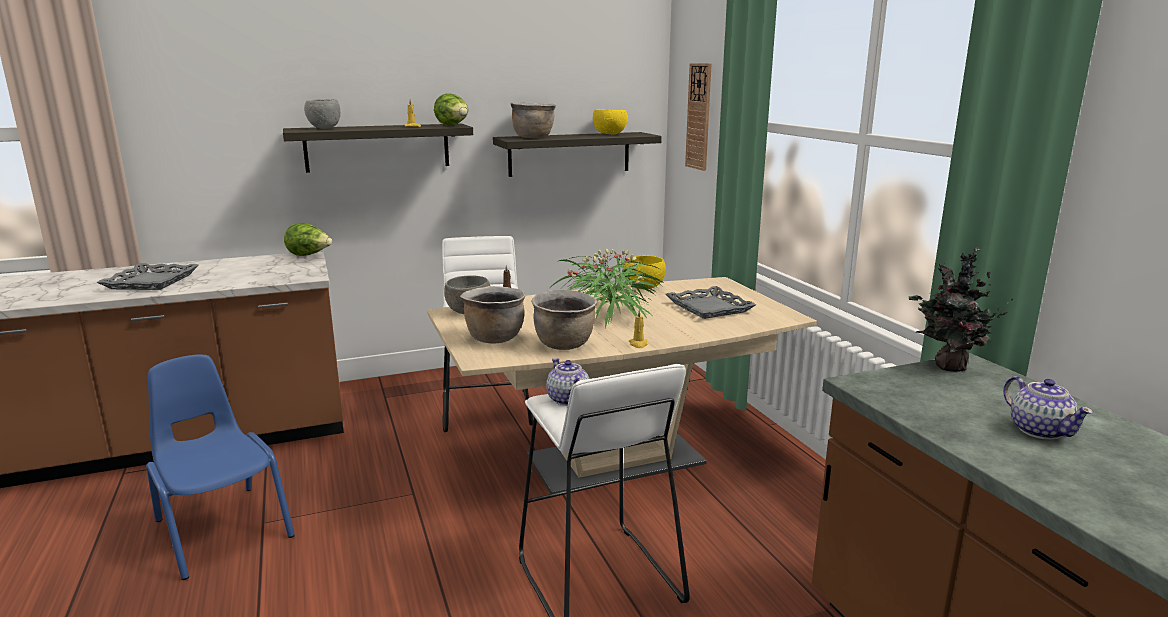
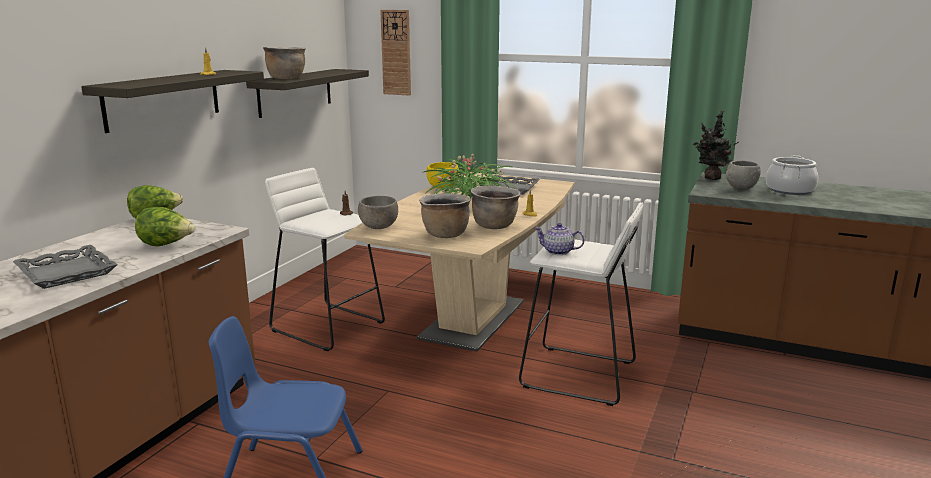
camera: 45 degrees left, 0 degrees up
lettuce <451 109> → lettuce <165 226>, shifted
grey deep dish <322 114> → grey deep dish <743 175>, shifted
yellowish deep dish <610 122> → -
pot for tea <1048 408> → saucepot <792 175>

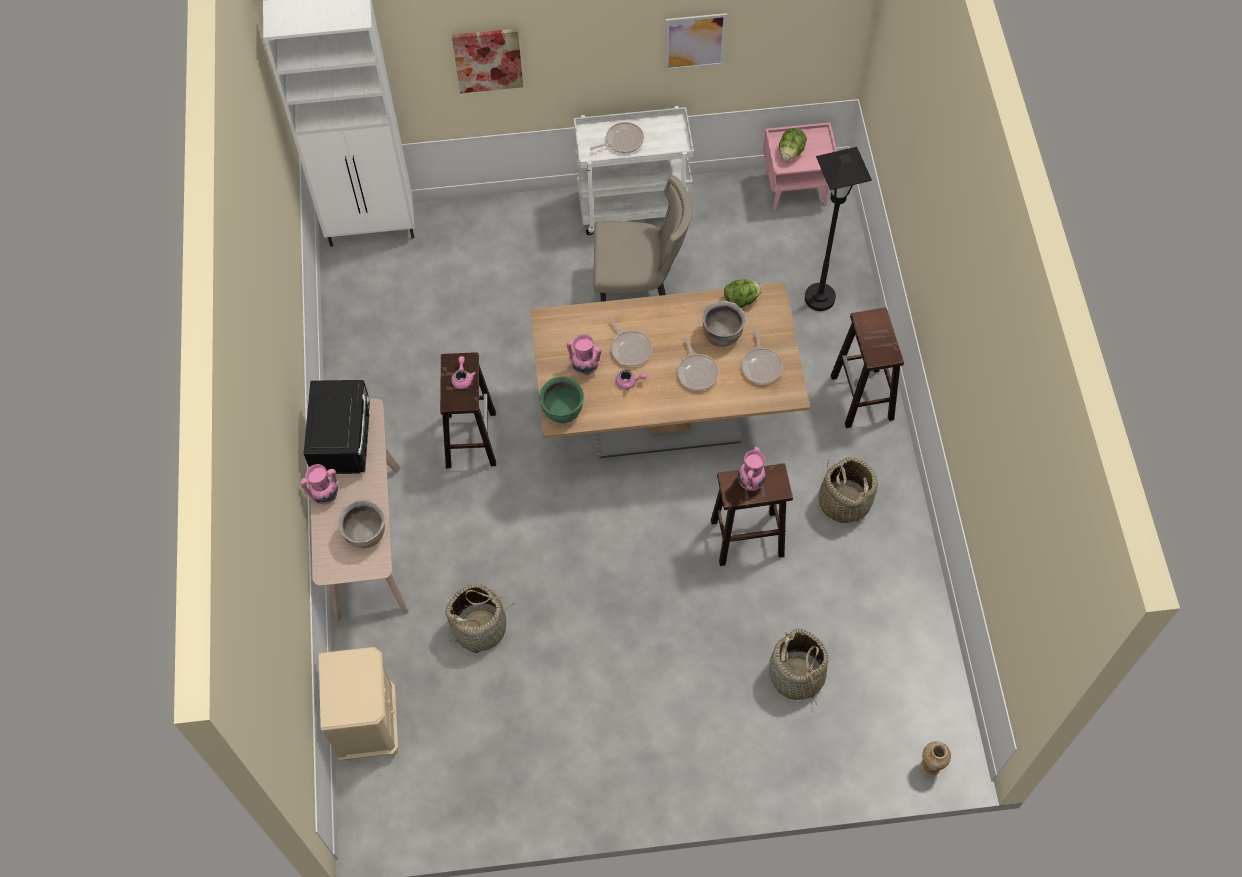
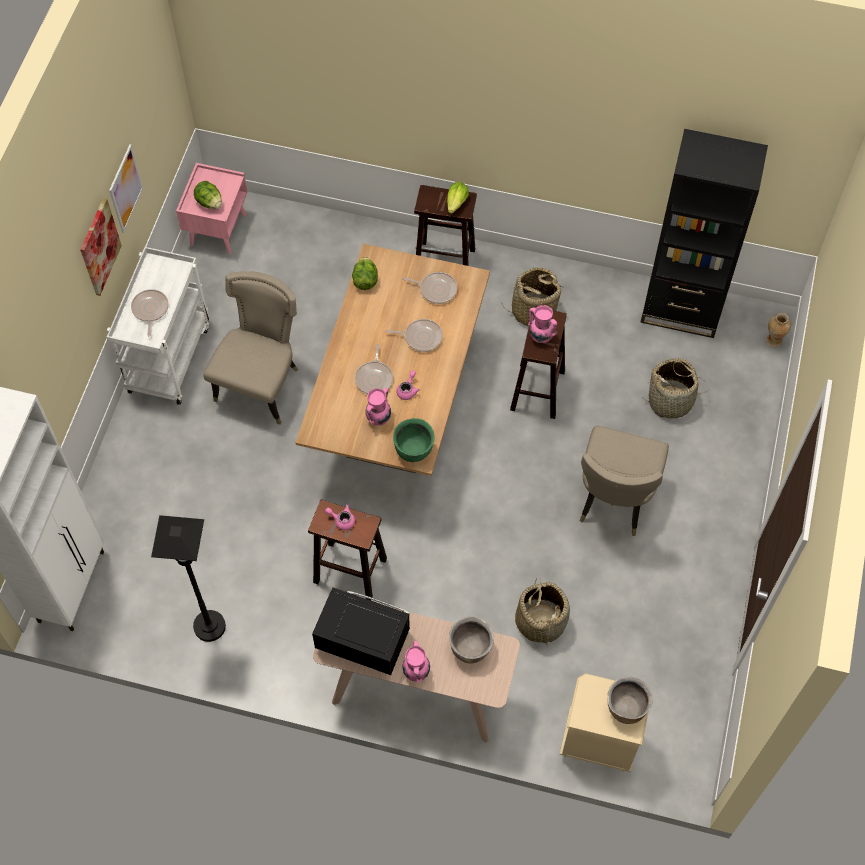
camera: 70 degrees left, 0 degrees up
picture <487 60> → picture <101 247>, shifted
black-coloured floor lamp <838 229> → black-coloured floor lamp <188 578>, shifted
brown-coloured saucepot <724 324> → brown-coloured saucepot <629 700>, shifted
frying pan <631 342> → frying pan <374 369>, 105 degrees clockwise
- → black-coloured bookshelf <704 233>
- → lettuce <458 198>
- → sand-coloured plain chair <624 481>

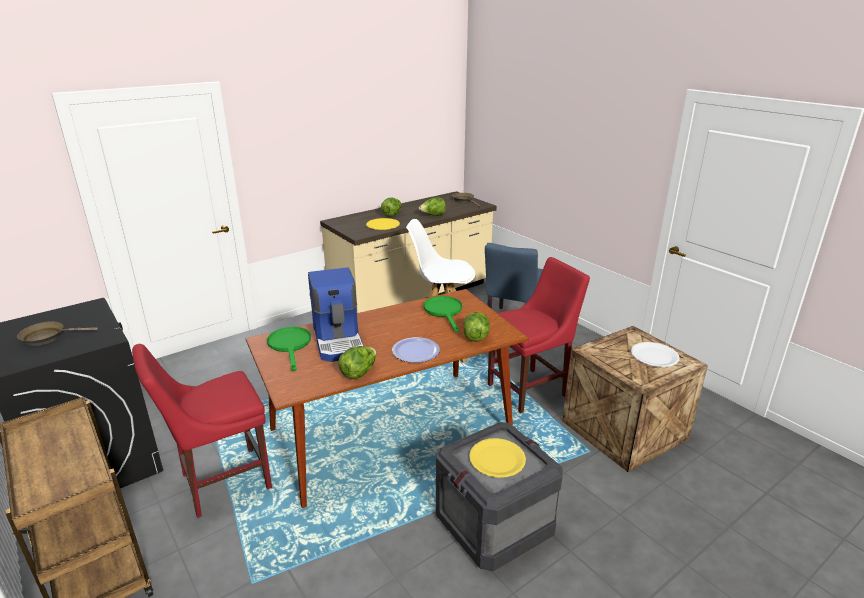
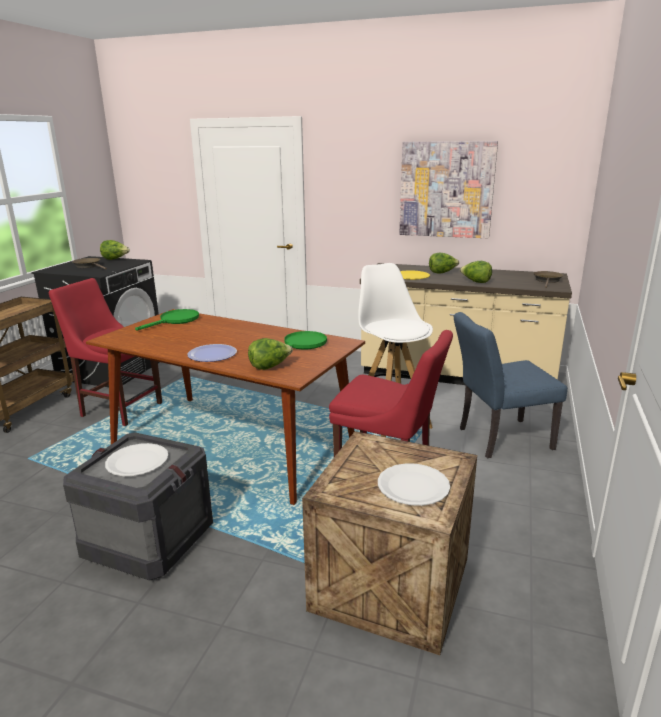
camera: 55 degrees right, 5 degrees down
coffee maker <335 314> → -
lettuce <357 362> → lettuce <115 250>, shifted
yellowish plate <497 458> → white-coloured plate <136 459>
- → picture <448 189>

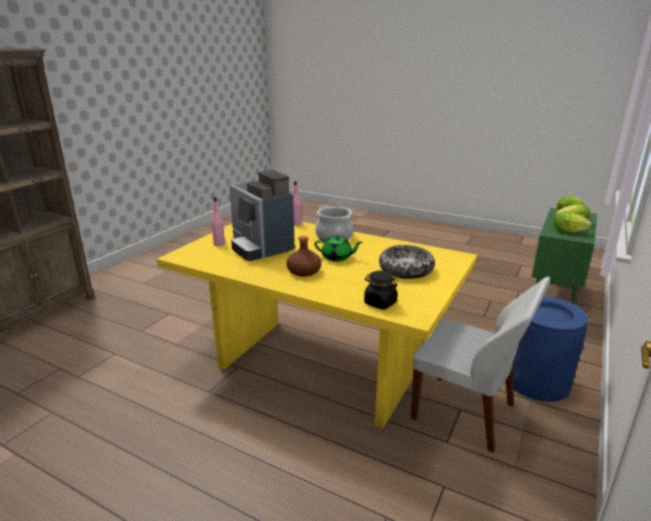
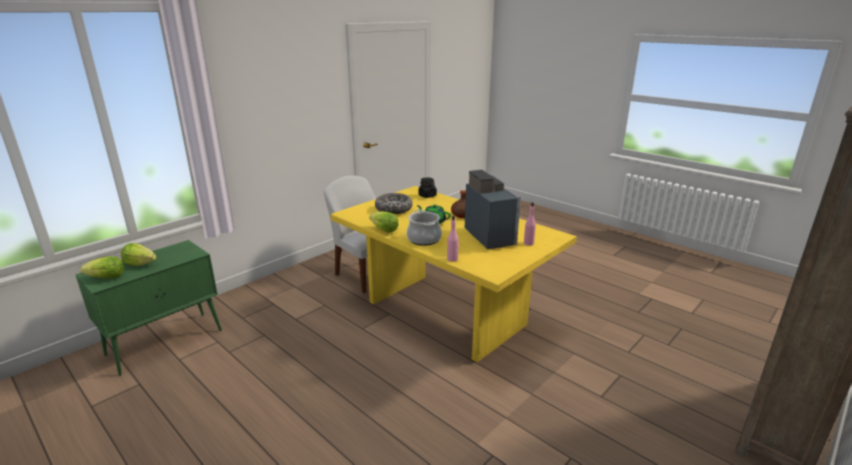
camera: 165 degrees left, 0 degrees up
lettuce <573 222> → lettuce <384 222>, shifted
blue trash can <546 349> → -

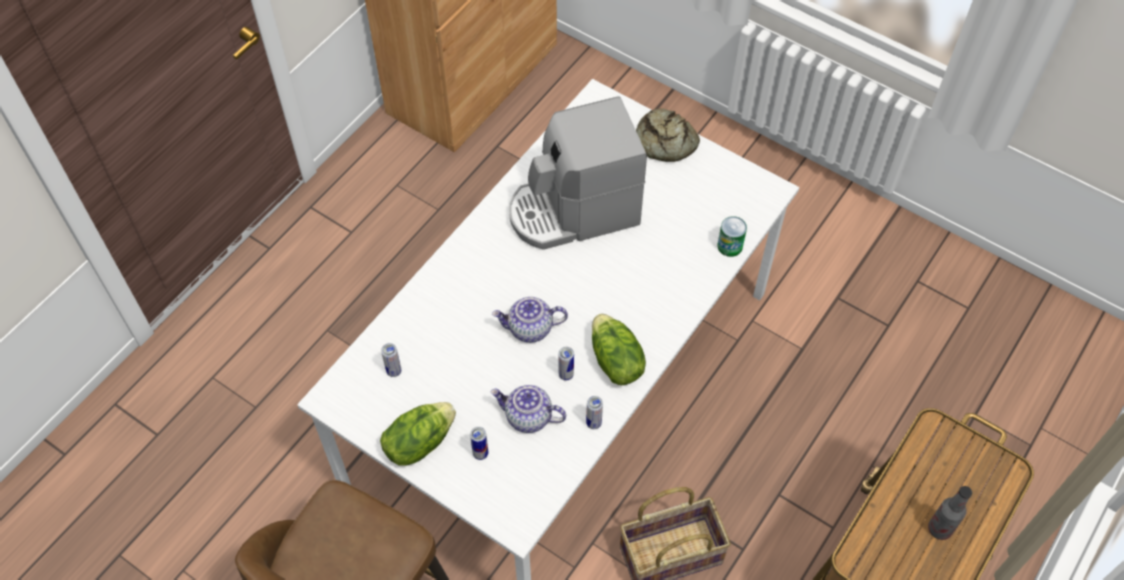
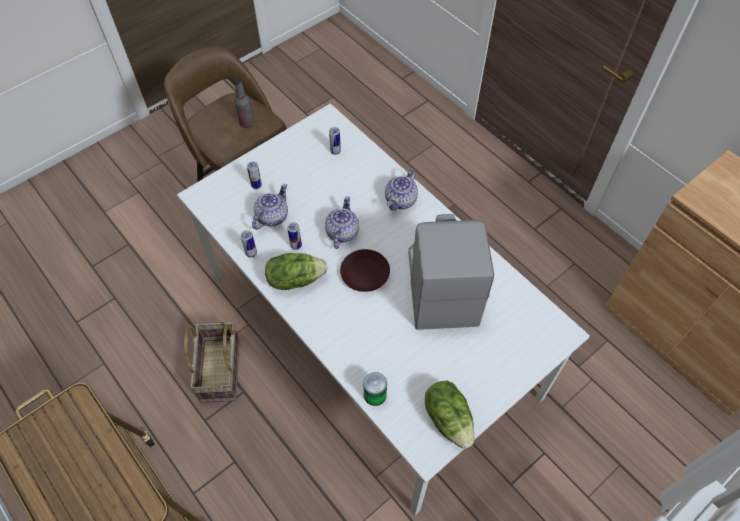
camera: 105 degrees right, 0 degrees up
bread <668 135> → -
lettuce <418 434> → lettuce <449 415>, shifted
bottle <950 513> → bottle <244 103>, shifted
- → pot for tea <401 189>
- → brown-coloured plate <365 270>

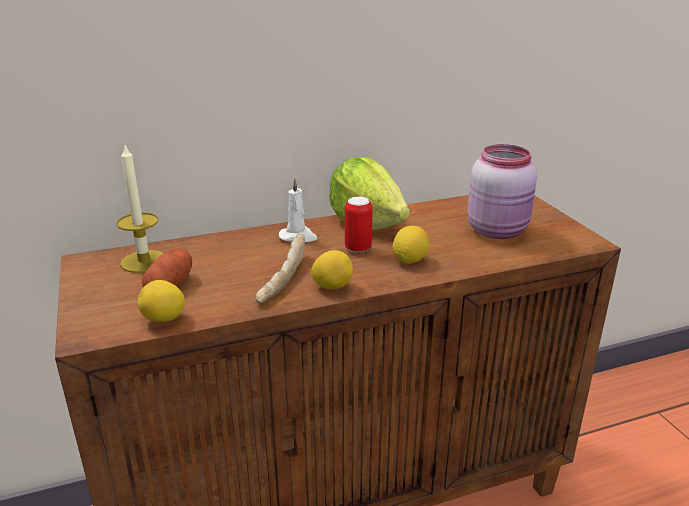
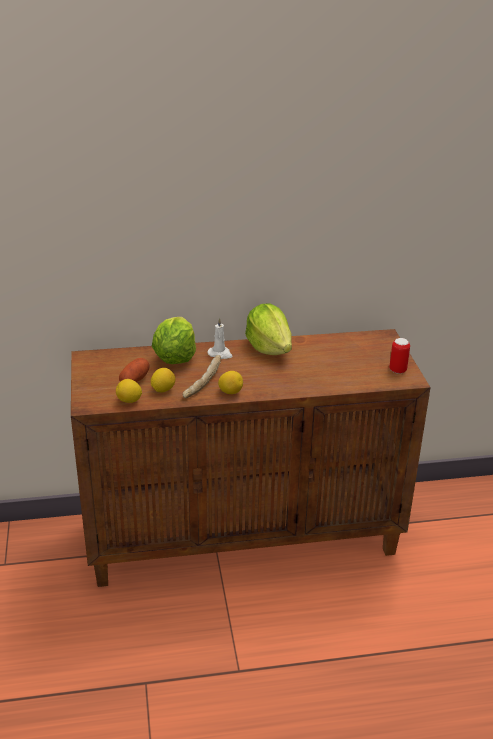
camera: 10 degrees right, 5 degrees up
pink storage jar <502 191> → -
wax light <140 209> → -
can <359 224> → can <399 356>, shifted
lemon <410 245> → lemon <163 380>, shifted
- → lettuce <174 340>

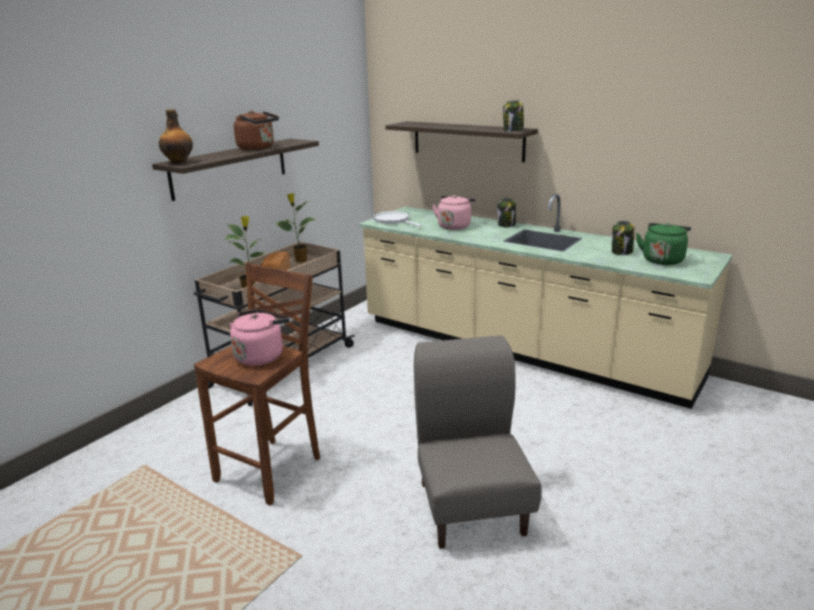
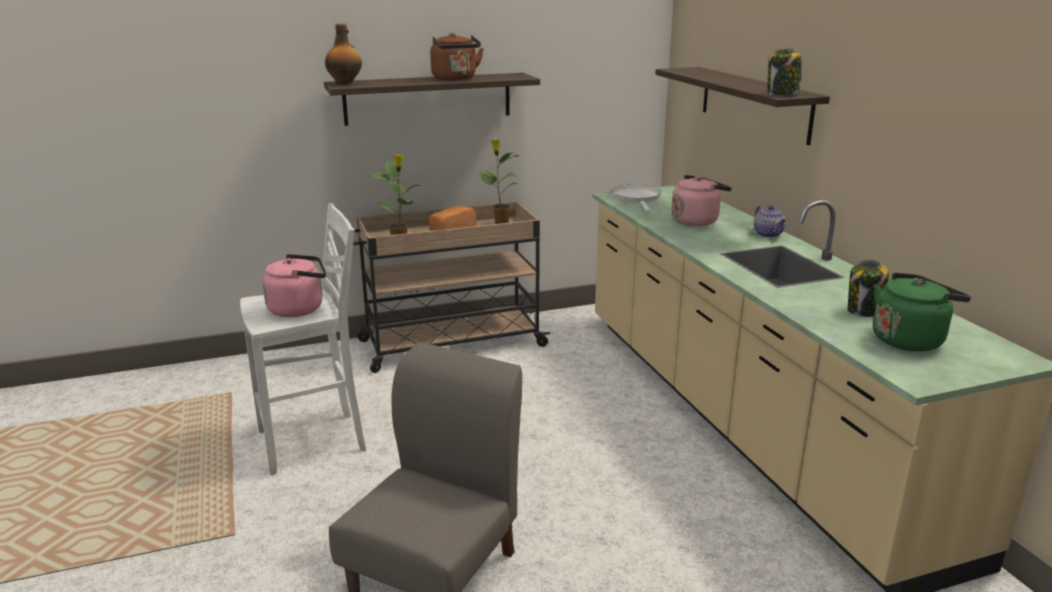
camera: 35 degrees right, 0 degrees up
storage jar <506 212> → pot for tea <770 221>
brown-coloured stool seat <257 384> → white-coloured stool seat <303 339>

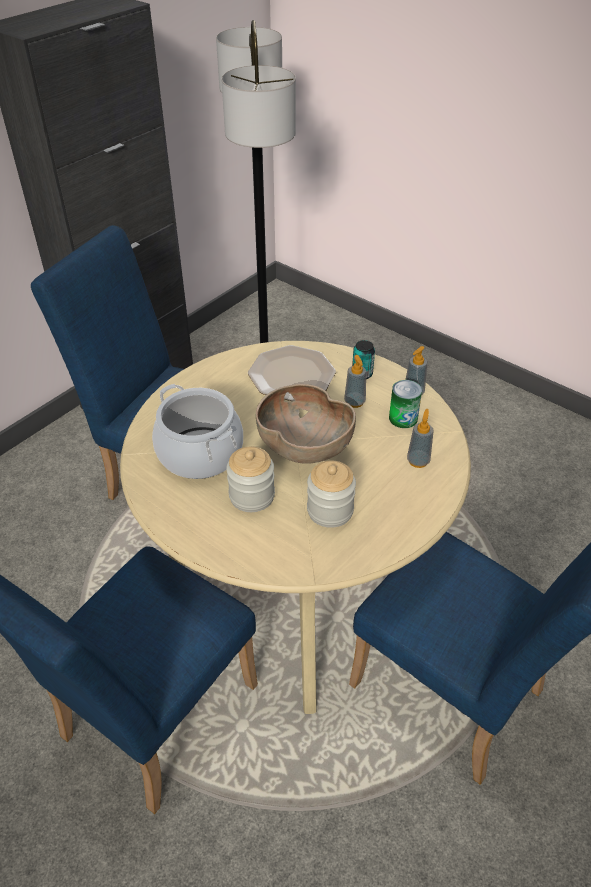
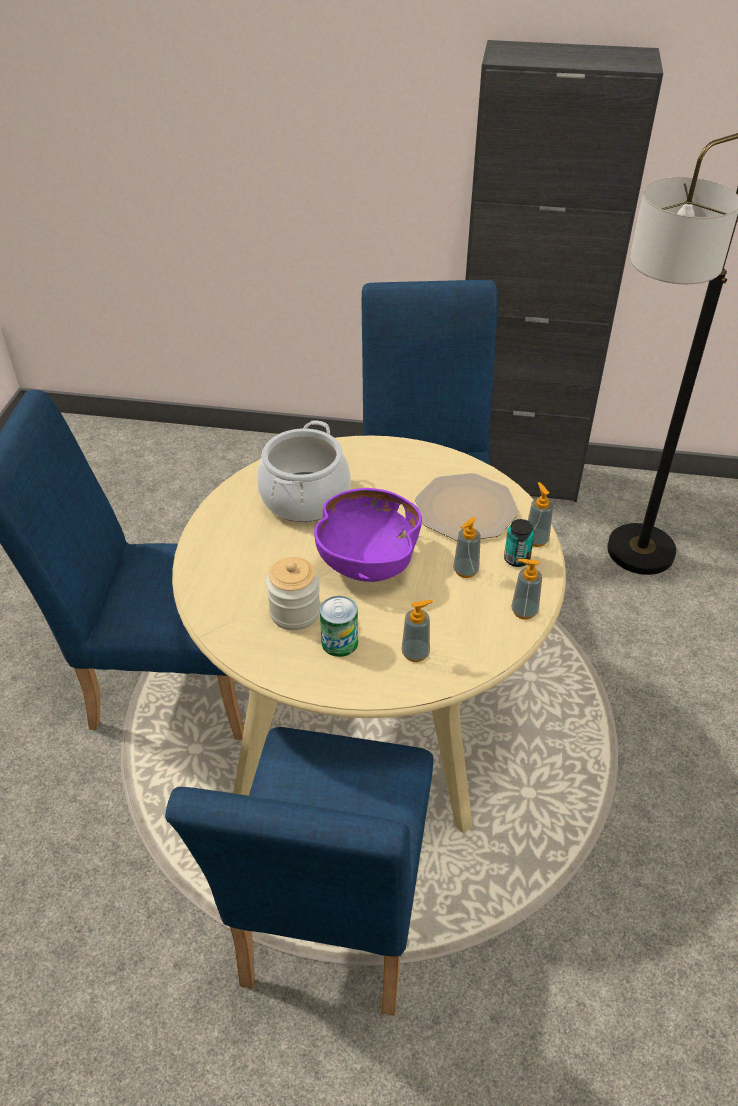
camera: 60 degrees right, 0 degrees up
can <405 404> → can <339 626>, shifted
brown-coloured deep dish <306 424> → purple-coloured deep dish <368 535>
storage jar <250 479> → -
- → liquid soap bottle <540 514>

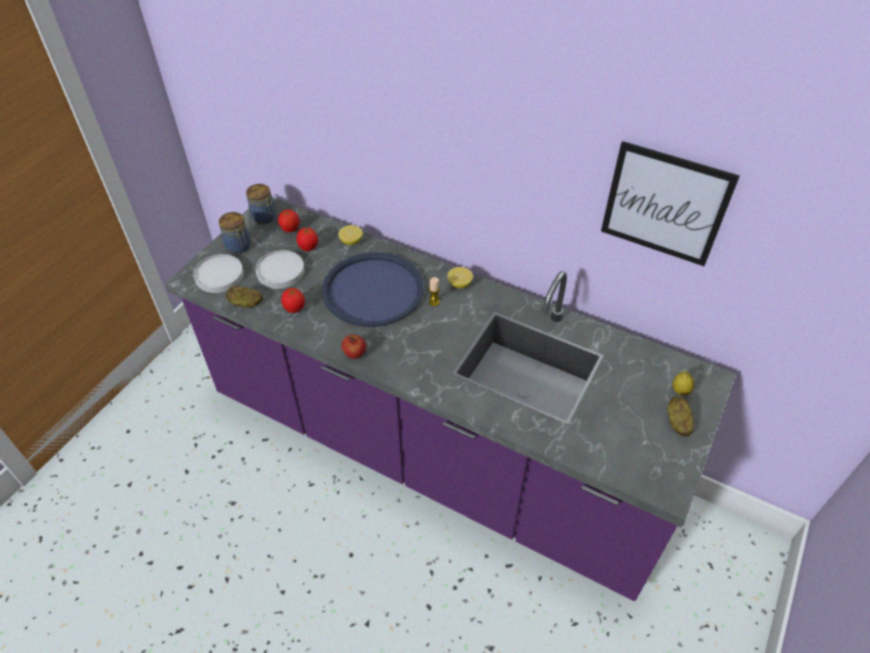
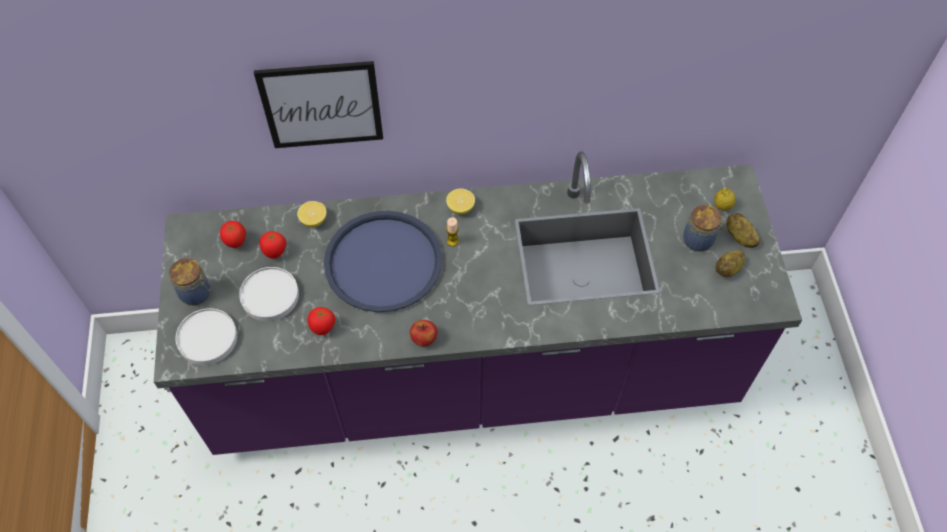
camera: 35 degrees left, 10 degrees up
picture <670 203> → picture <318 104>, shifted
storage jar <261 204> → storage jar <704 228>, shifted
potato <244 297> → potato <730 263>, shifted

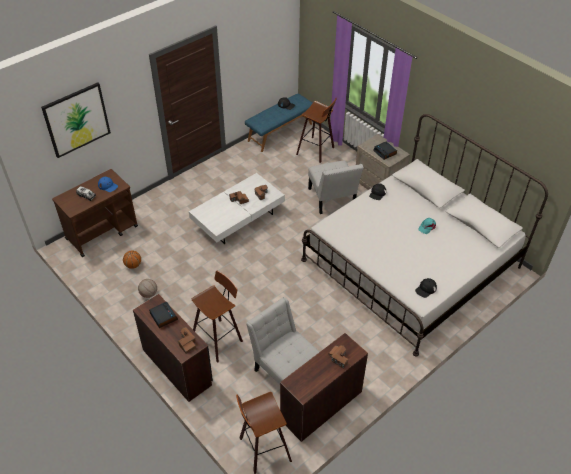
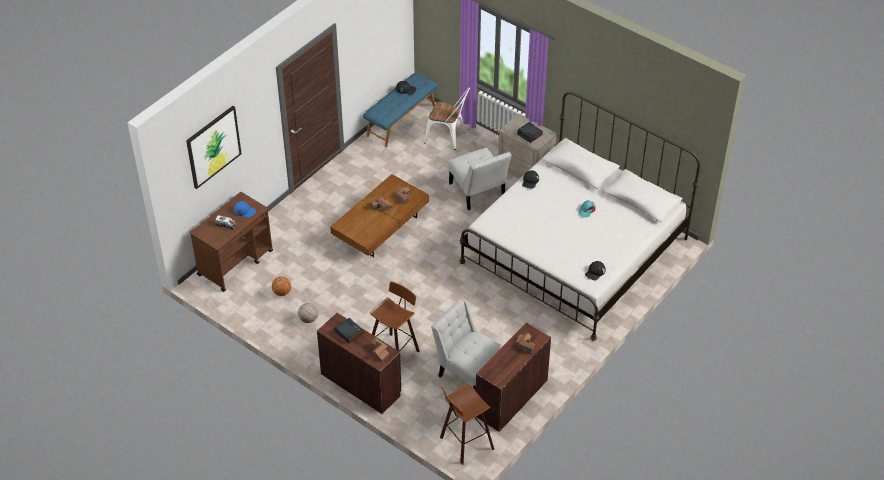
camera: 10 degrees left, 0 degrees up
stool seat <316 130> → white-coloured plain chair <447 118>
white-coloured low table <237 208> → brown-coloured low table <379 215>

